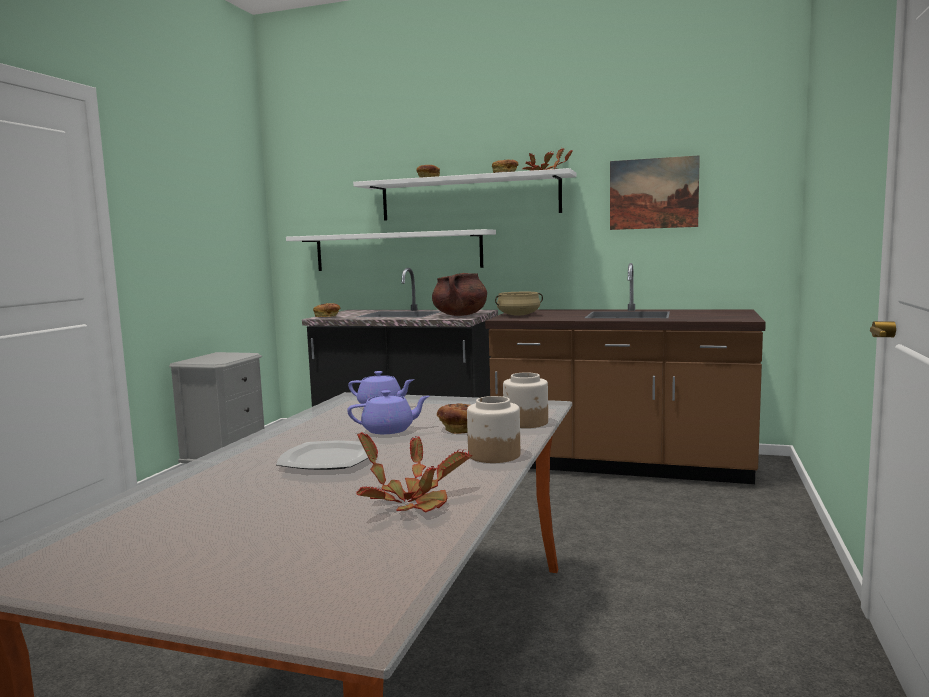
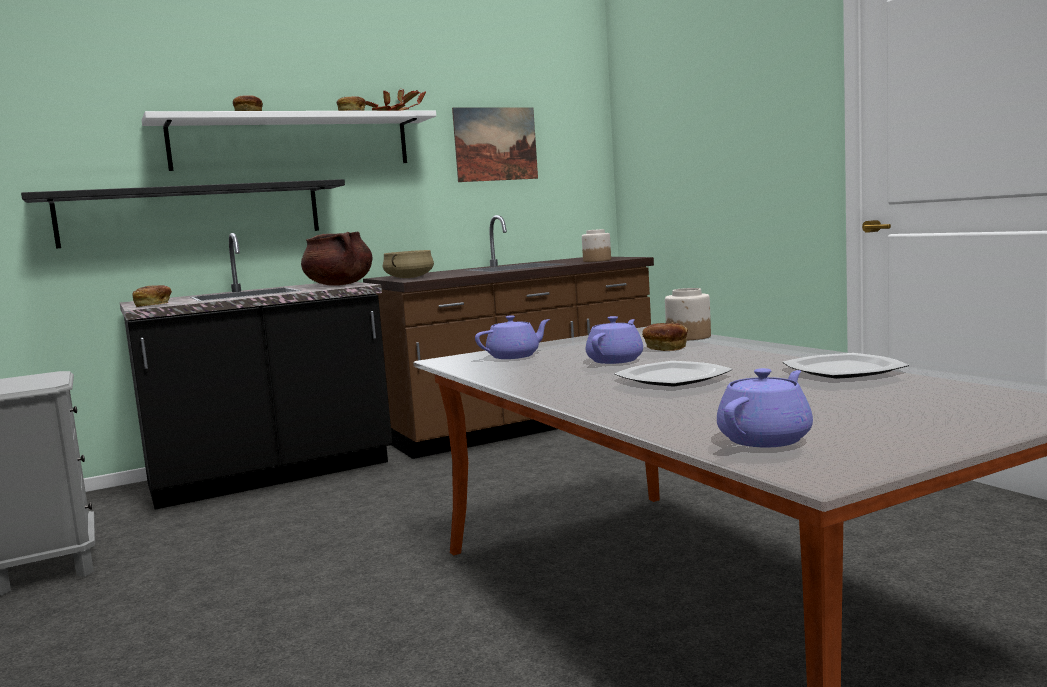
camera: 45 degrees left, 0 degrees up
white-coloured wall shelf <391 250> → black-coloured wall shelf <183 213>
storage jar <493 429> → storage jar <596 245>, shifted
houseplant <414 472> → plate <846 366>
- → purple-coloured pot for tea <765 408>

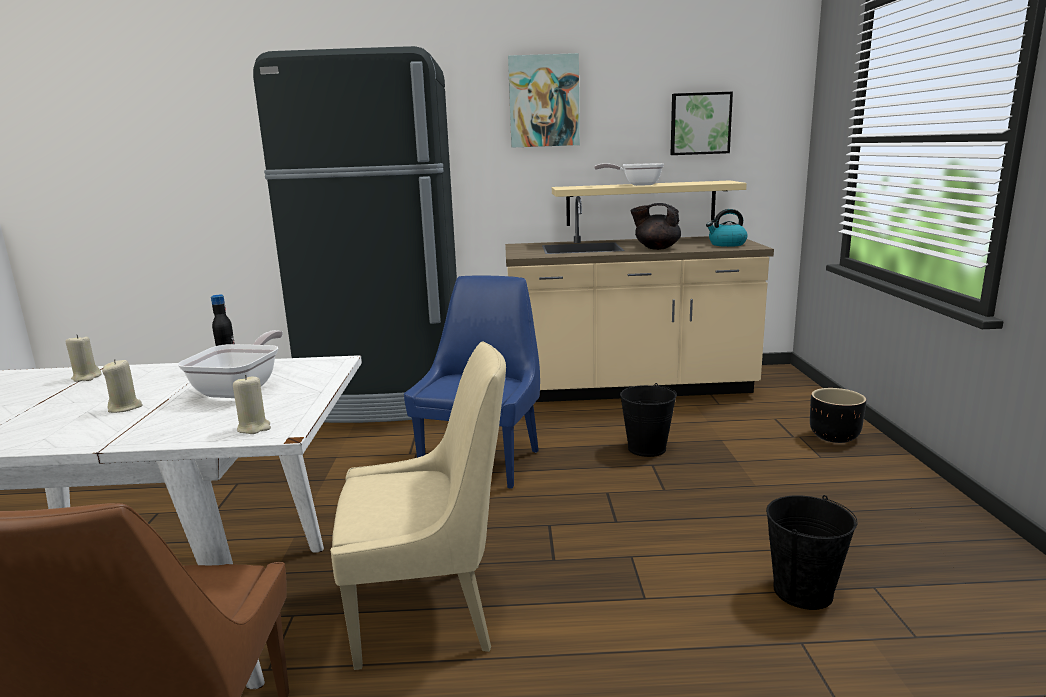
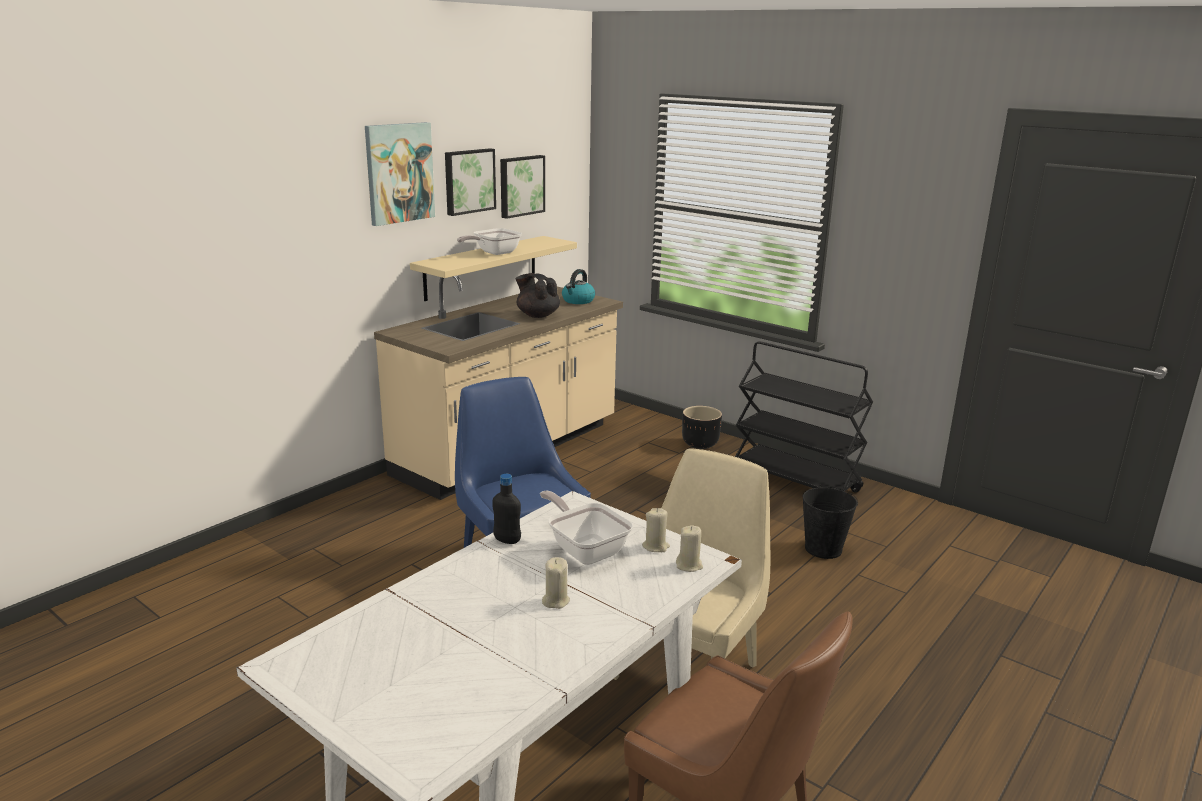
camera: 50 degrees left, 5 degrees up
black-coloured fridge <355 234> → -
black-coloured pot for tea <656 226> → black-coloured pot for tea <537 295>, 75 degrees clockwise
sand-coloured wax light <84 358> → sand-coloured wax light <656 530>, shifted
black-coloured water bucket <648 420> → -
- → picture <470 182>
- → black-coloured cart <804 417>

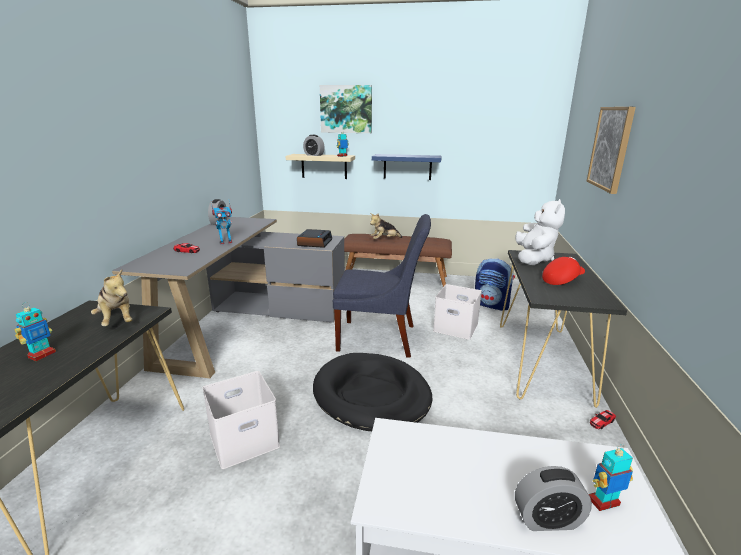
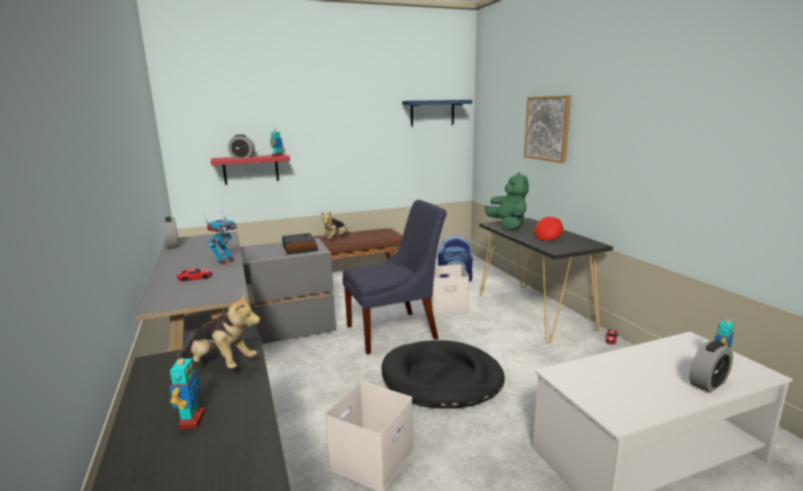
camera: 30 degrees left, 5 degrees down
picture <346 109> → -
sand-coloured wall shelf <320 166> → red wall shelf <250 169>
blue wall shelf <407 167> → blue wall shelf <437 113>, shifted
white-coloured plush toy <540 232> → green plush toy <507 201>

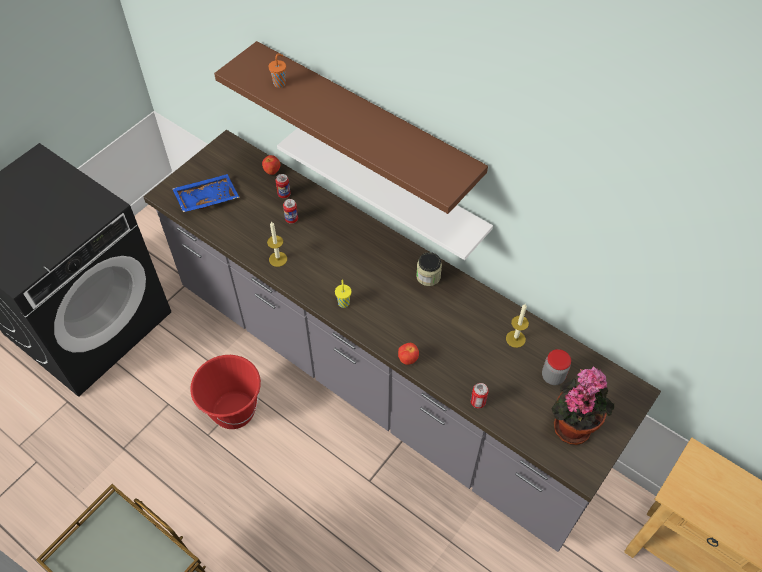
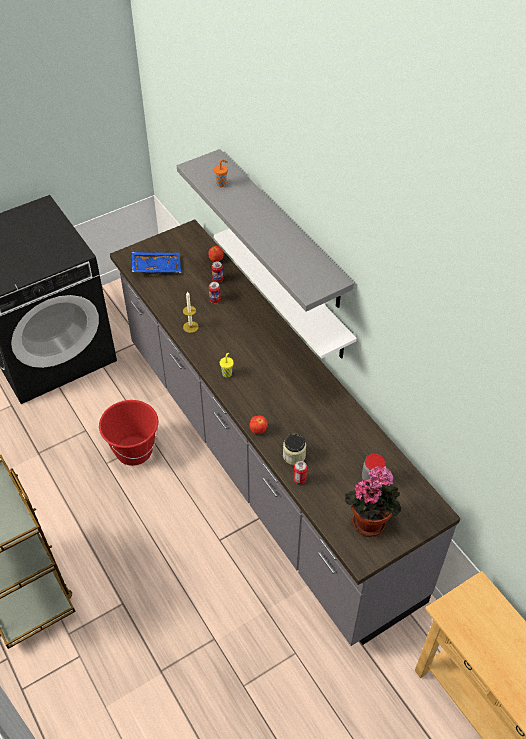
camera: 20 degrees right, 5 degrees down
brown-coloured wall shelf <351 127> → grey wall shelf <265 230>
storage jar <429 269> → storage jar <294 449>, shifted
wax light <517 326> → -

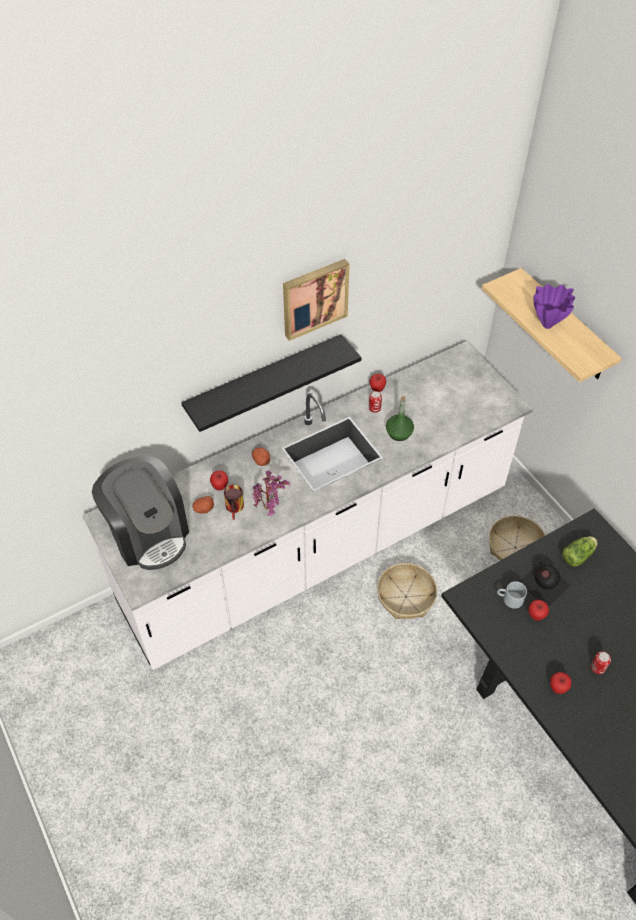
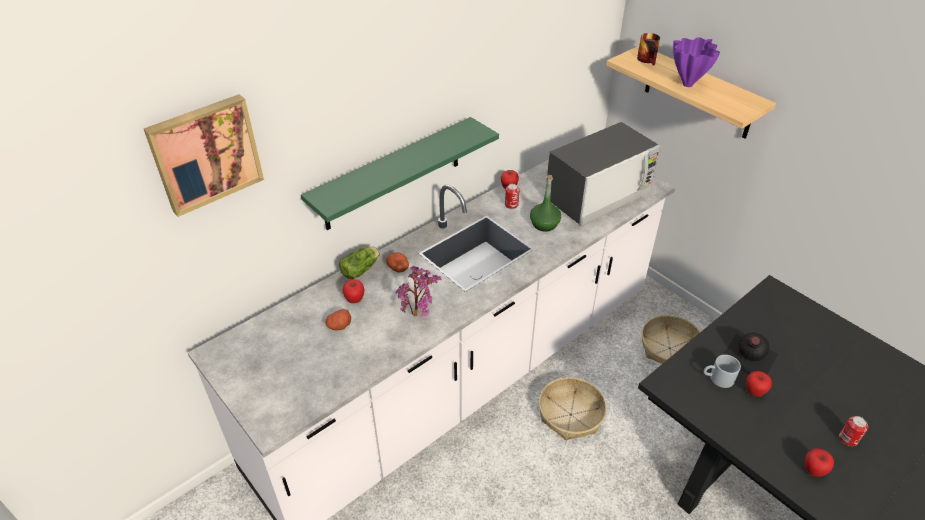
camera: 10 degrees left, 10 degrees down
picture <316 300> → picture <204 155>, shifted
black-coloured wall shelf <271 383> → green wall shelf <400 173>
coffee maker <140 513> → -
coffee mug <234 502> → coffee mug <648 49>, shifted
lettuce <580 551> → lettuce <359 262>, shifted
- → kitchen microwave <603 174>

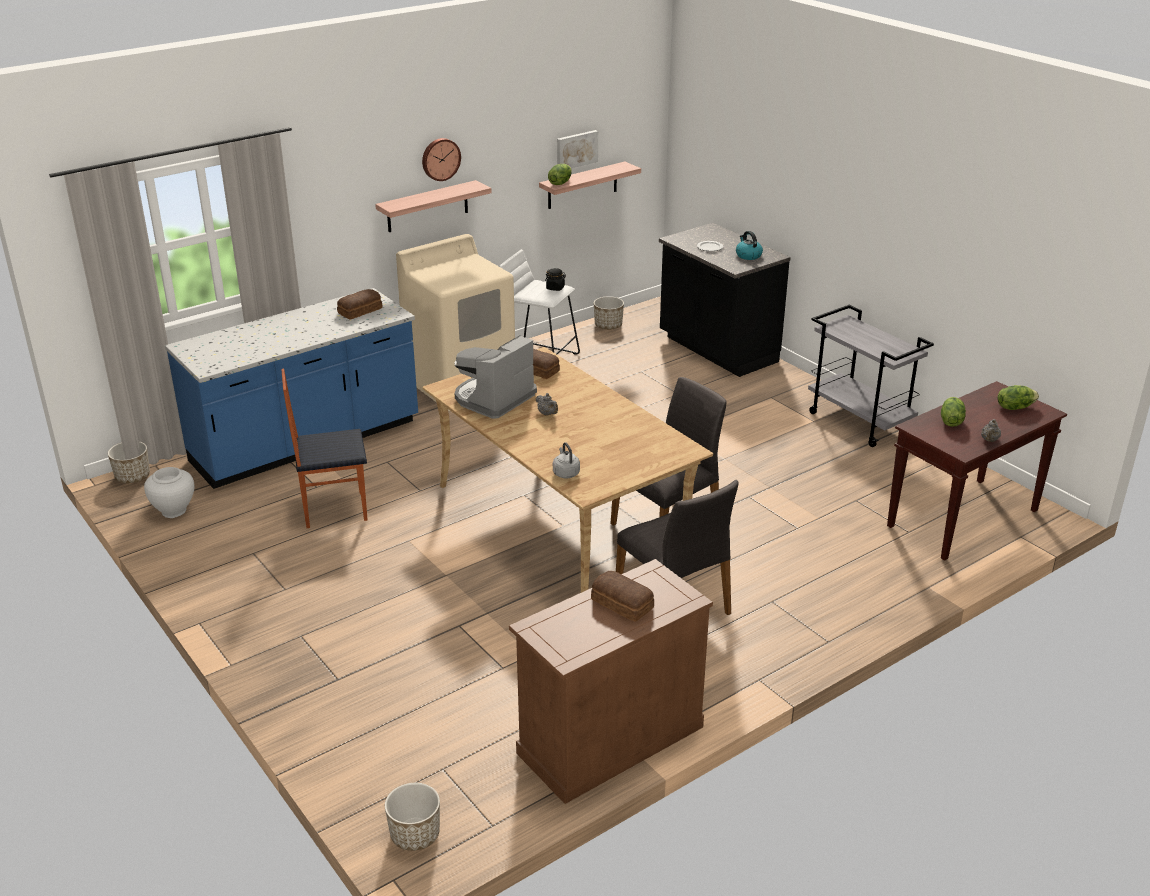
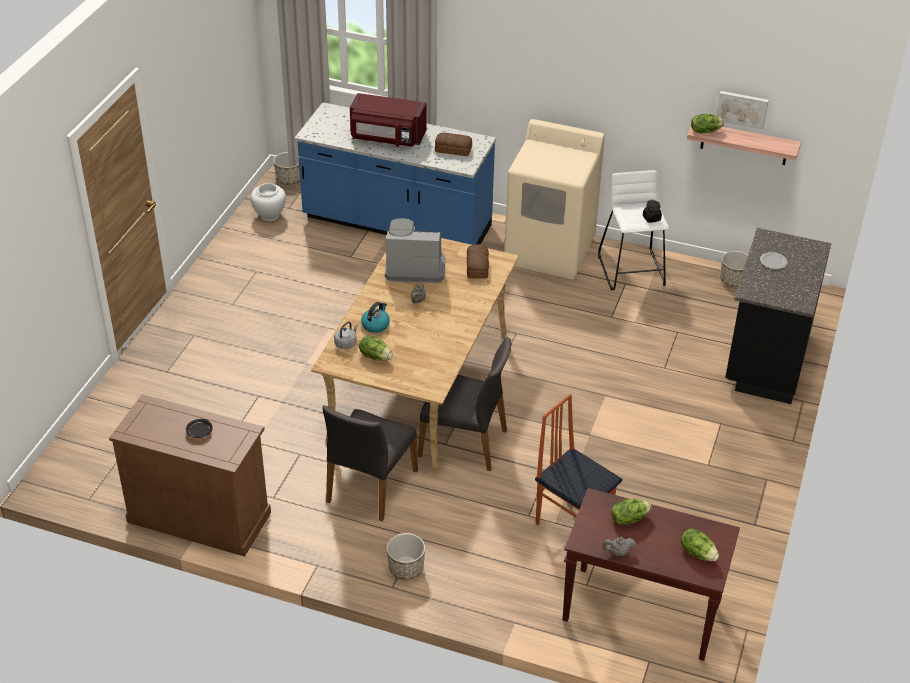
camera: 55 degrees right, 10 degrees up
wall clock <441 159> → -
wall shelf <433 206> → -
kettle <749 245> → kettle <375 317>, shifted
grey cart <871 376> → -
plain chair <324 448> → plain chair <578 459>, shifted
bread <622 596> → black-coloured plate <199 428>
plant pot <412 817> → plant pot <406 556>, shifted
- → red kitchen microwave <388 120>
- → lettuce <376 348>

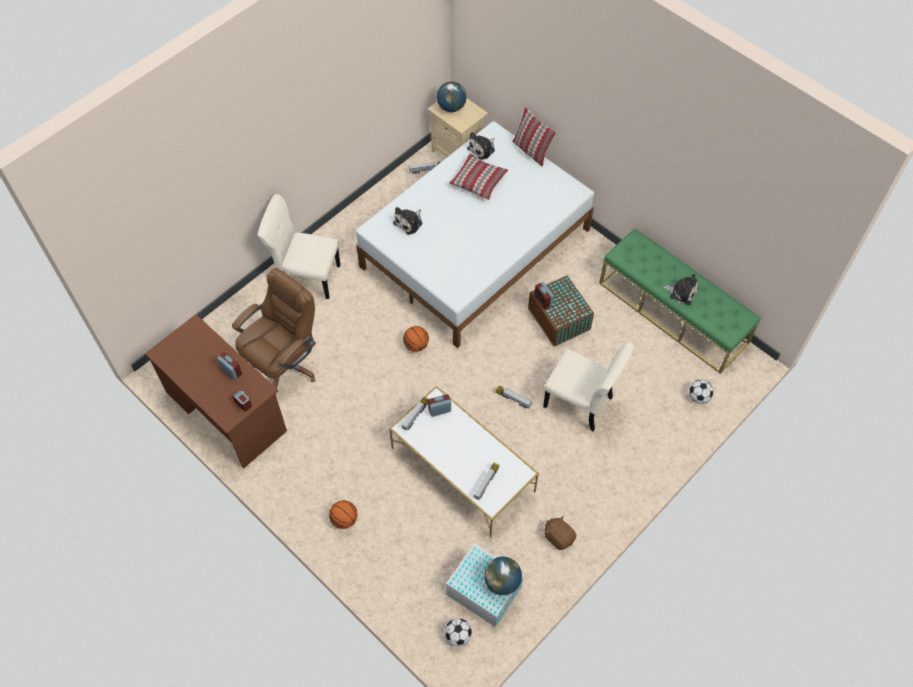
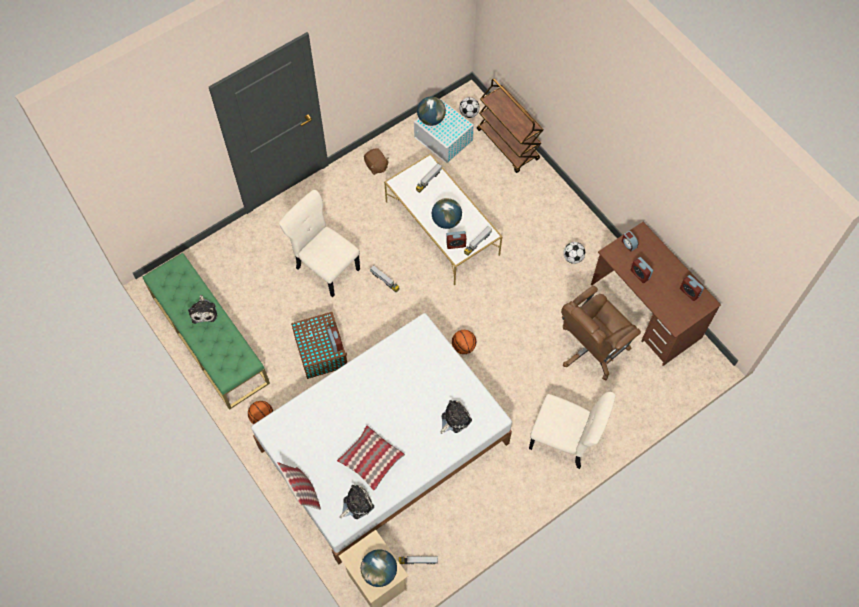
camera: 170 degrees left, 5 degrees up
plush toy <681 289> → plush toy <202 309>, 135 degrees counterclockwise
football ball <701 392> → football ball <574 253>, shifted
ball for basketball <343 514> → ball for basketball <260 412>, shifted
- → brown-coloured cart <510 125>
- → globe <447 213>
- → bedside clock <692 288>

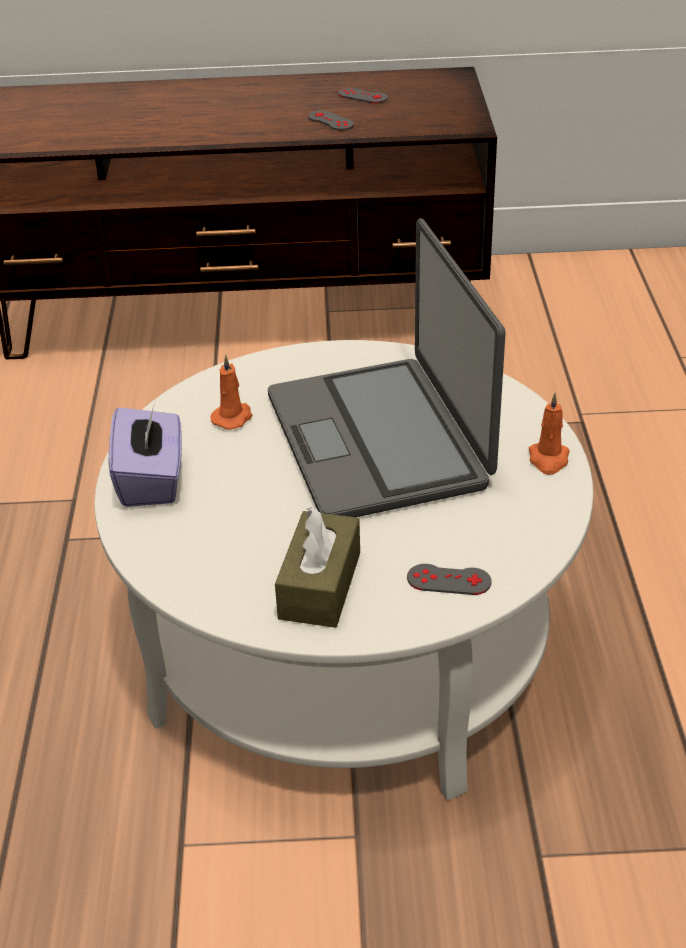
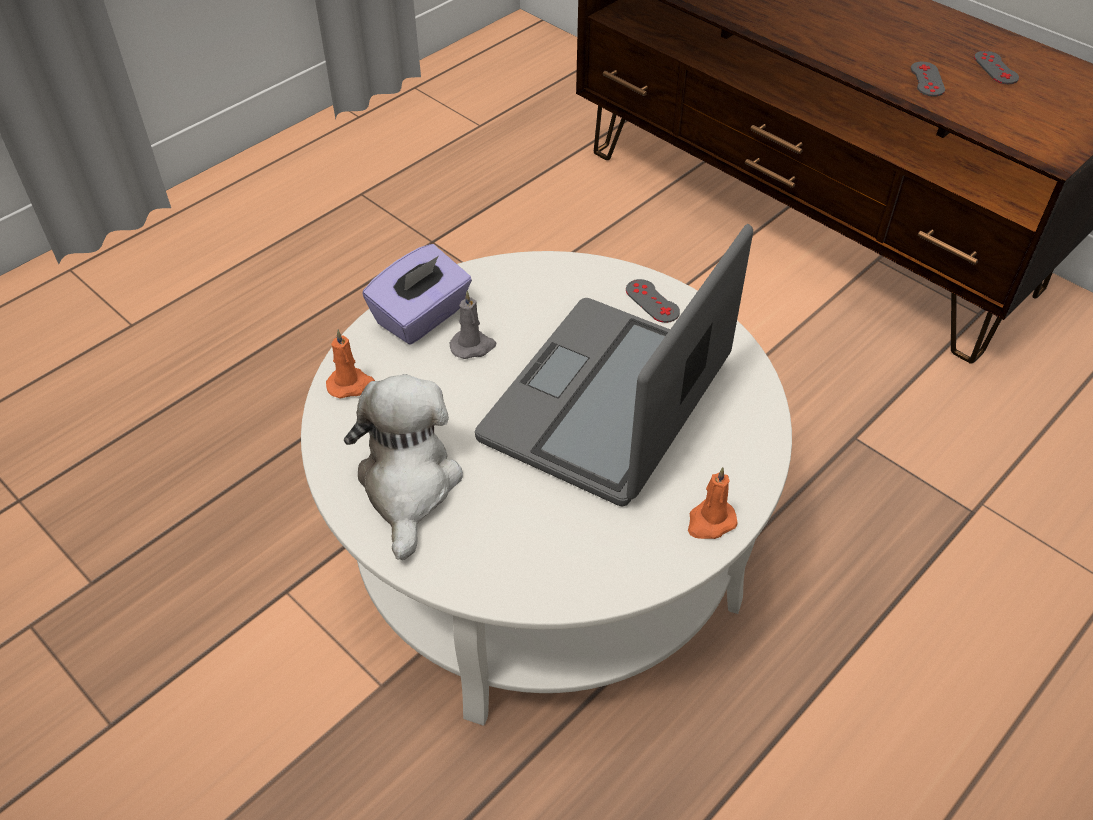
camera: 45 degrees right, 10 degrees up
orangey wax light <231 392> → orangey wax light <350 364>, shifted
brown-coloured box of tissues <317 567> → plush toy <403 467>
grey game controller <449 579> → grey game controller <653 301>, shifted
- → grey wax light <472 324>

